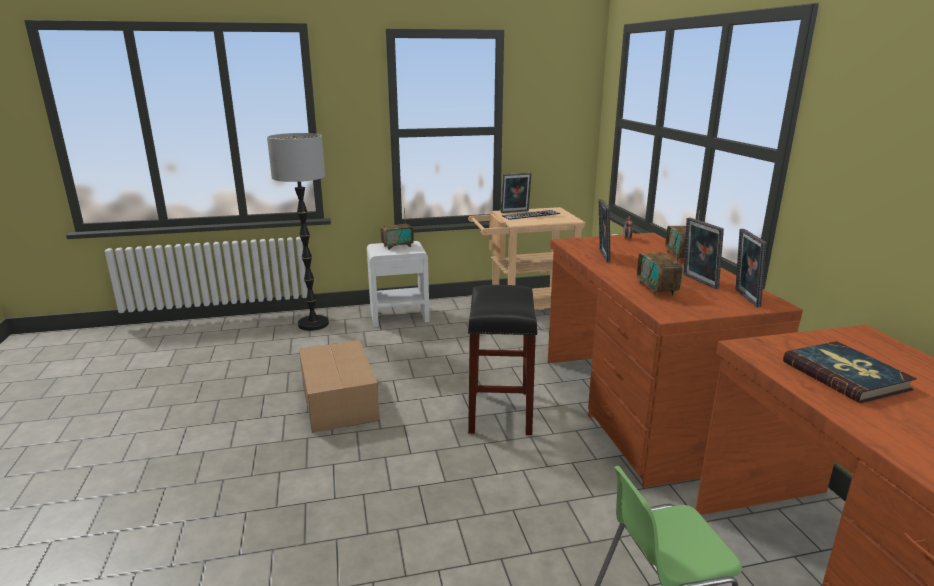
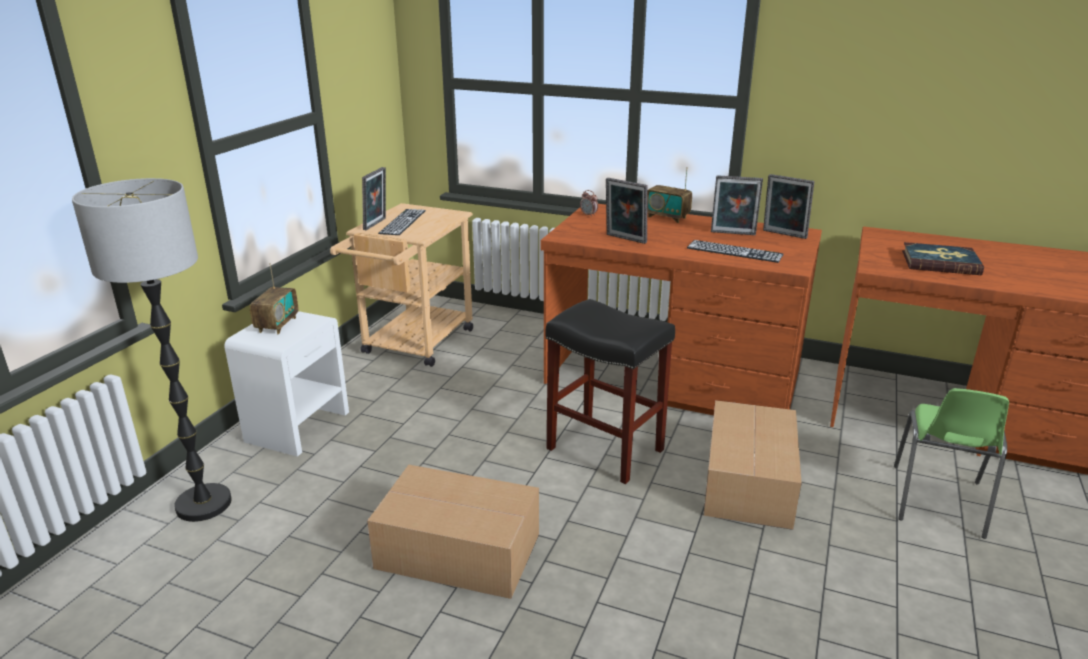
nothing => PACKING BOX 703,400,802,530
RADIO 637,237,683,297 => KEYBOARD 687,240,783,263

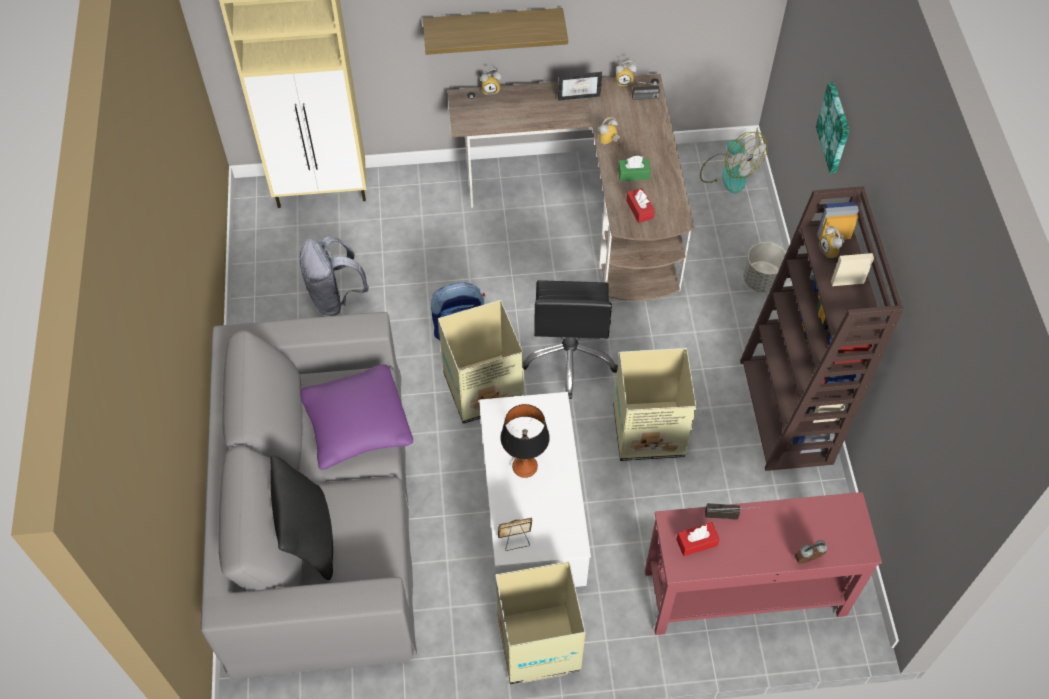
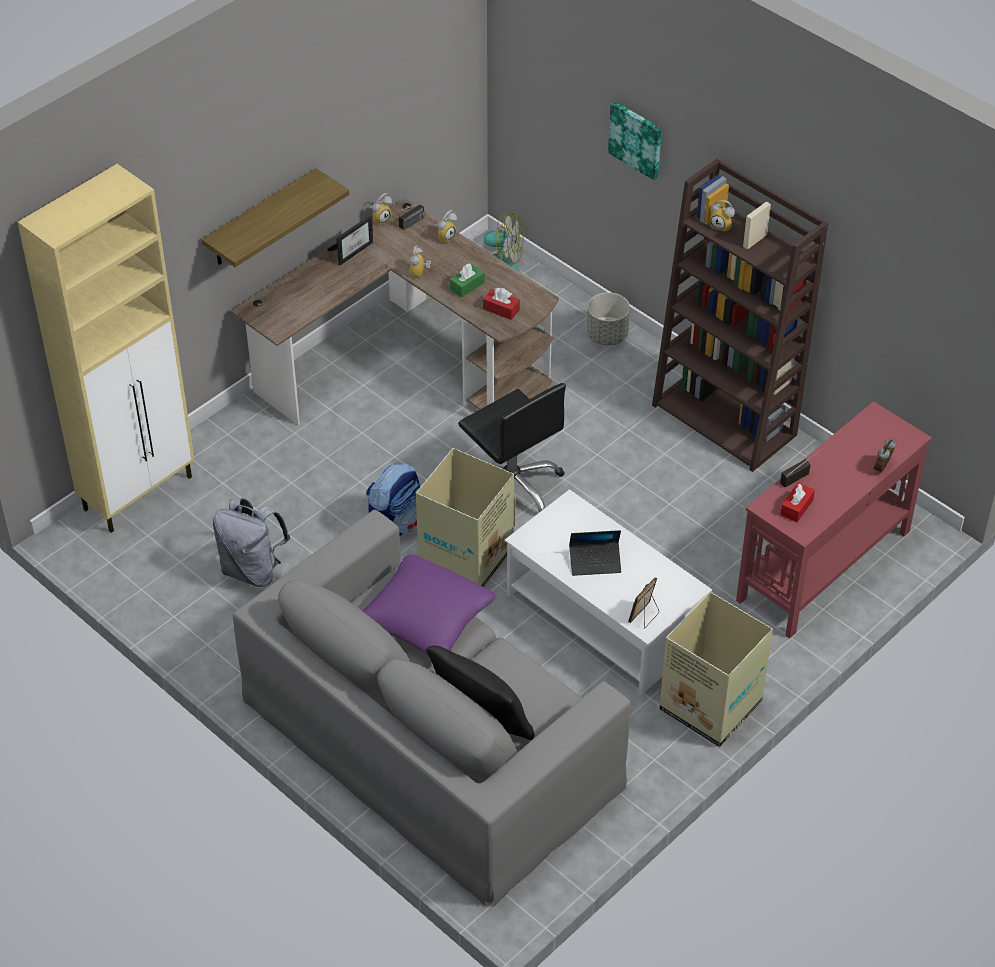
PACKING BOX 613,348,696,461 => nothing
BEDSIDE CLOCK 481,68,502,95 => BEDSIDE CLOCK 435,210,457,244, shifted
TABLE LAMP 500,404,550,478 => PORTABLE COMPUTER 569,530,621,576

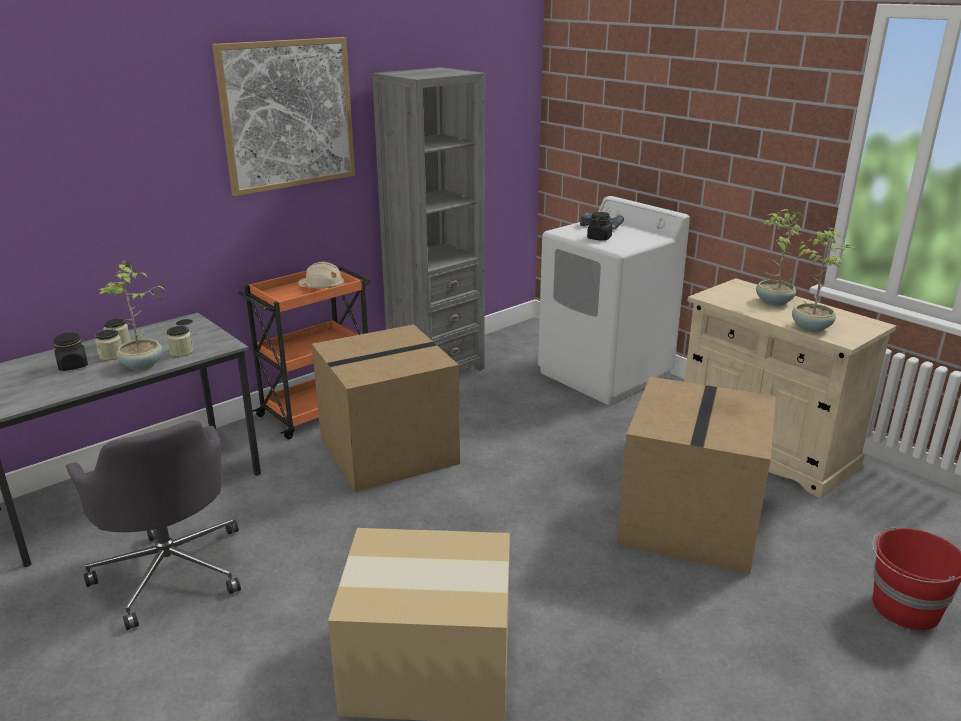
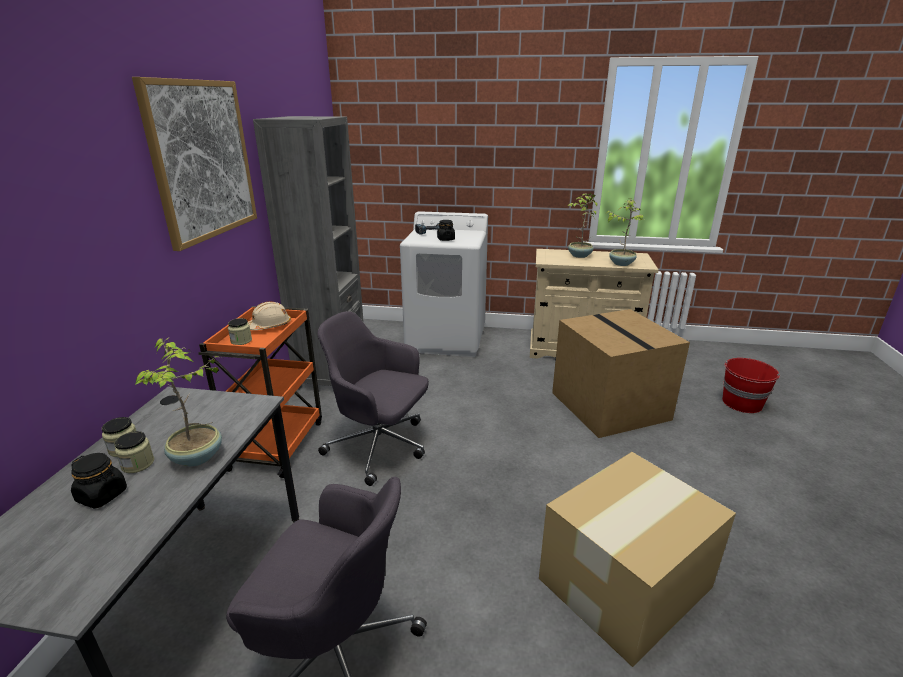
PRESERVE JAR 166,326,193,357 => PRESERVE JAR 228,318,252,345, shifted
PACKING BOX 312,324,460,492 => GREY COMPUTER CHAIR 318,311,429,486

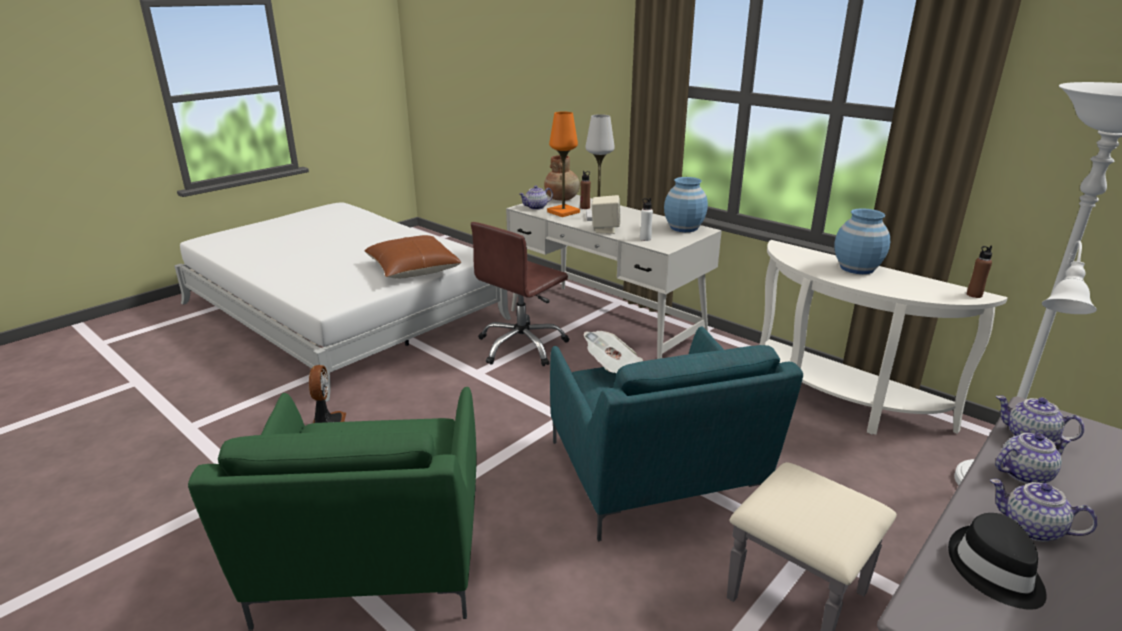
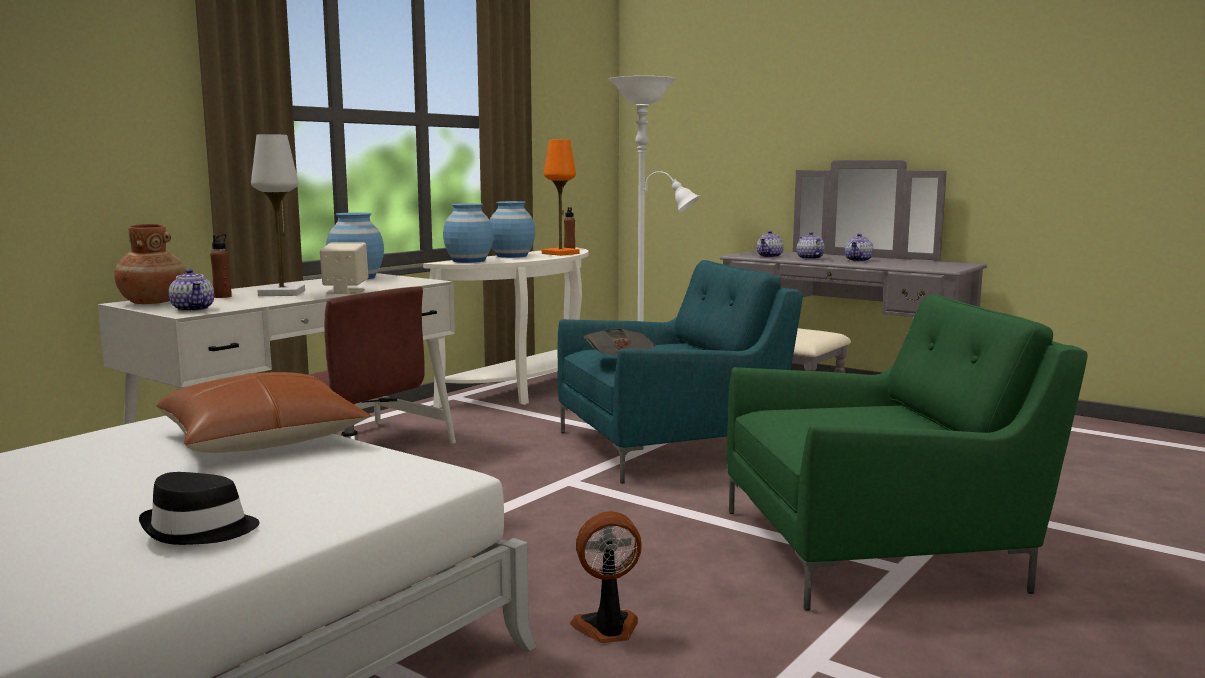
WHITE BOTTLE 640,198,653,241 => nothing
nothing => BLUE-COLOURED VASE 443,203,493,263
ORANGE-COLOURED TABLE LAMP 547,112,580,217 => ORANGE-COLOURED TABLE LAMP 542,139,579,256, shifted
BLACK-COLOURED CLOTHING HAT 948,513,1047,610 => BLACK-COLOURED CLOTHING HAT 139,472,259,545, shifted

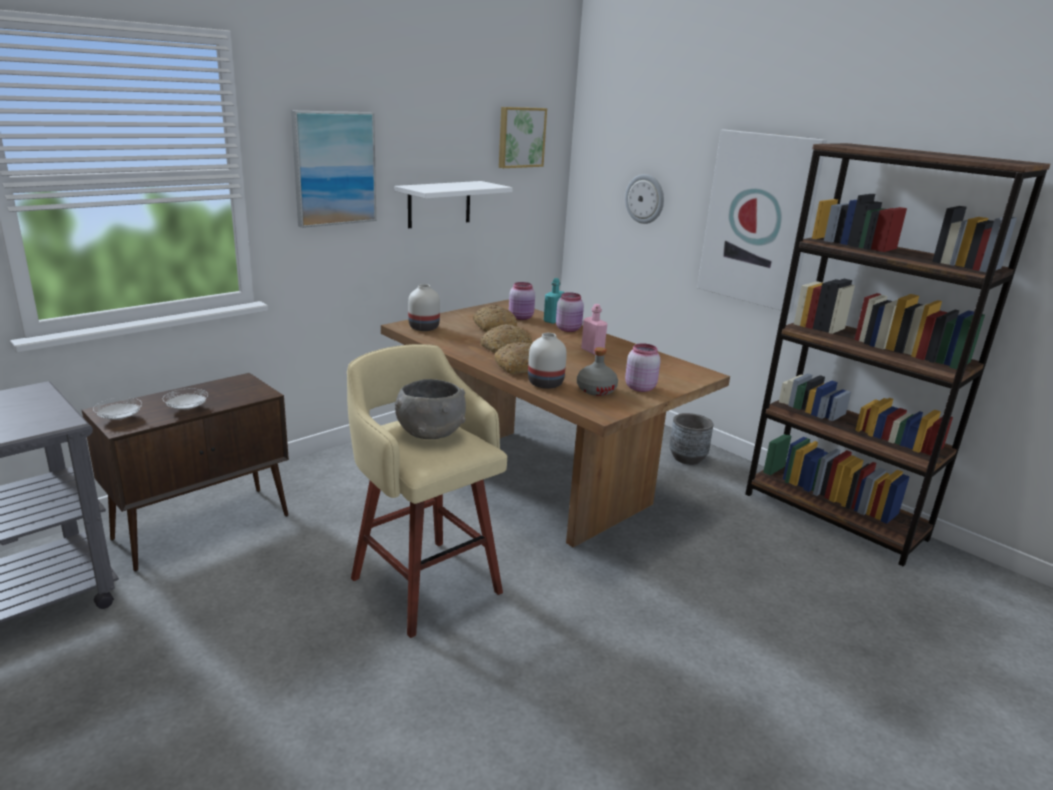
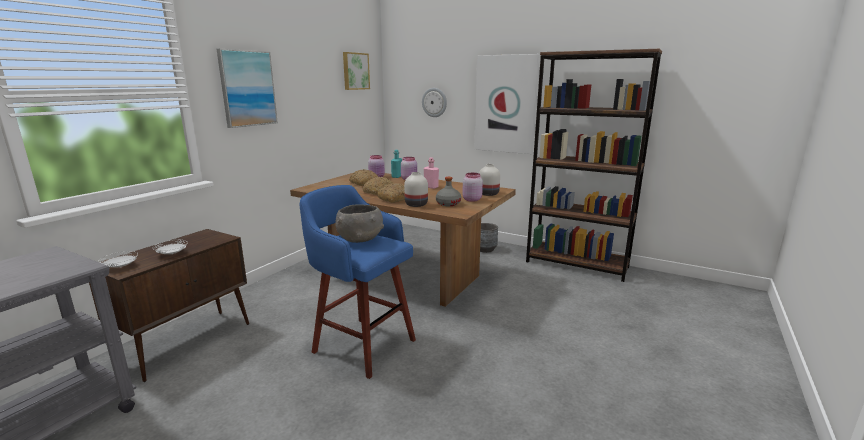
WHITE SHELF 395,181,513,228 => nothing
WHITE VASE 408,284,440,331 => WHITE VASE 479,164,500,196, shifted
SAND-COLOURED STOOL SEAT 347,344,507,638 => BLUE-COLOURED STOOL SEAT 300,185,416,379

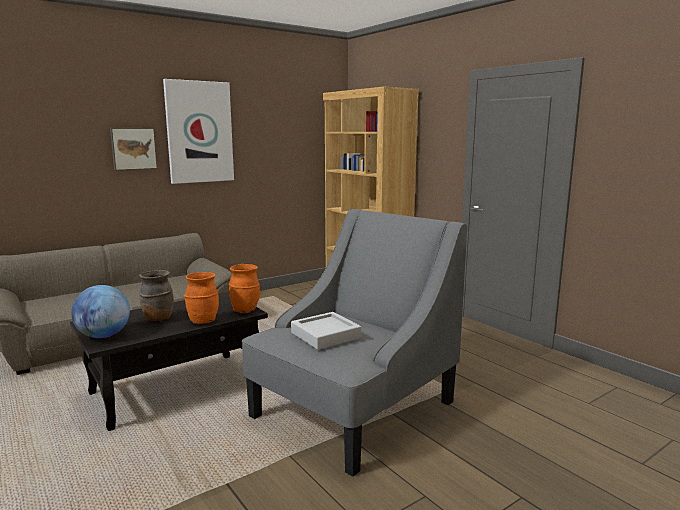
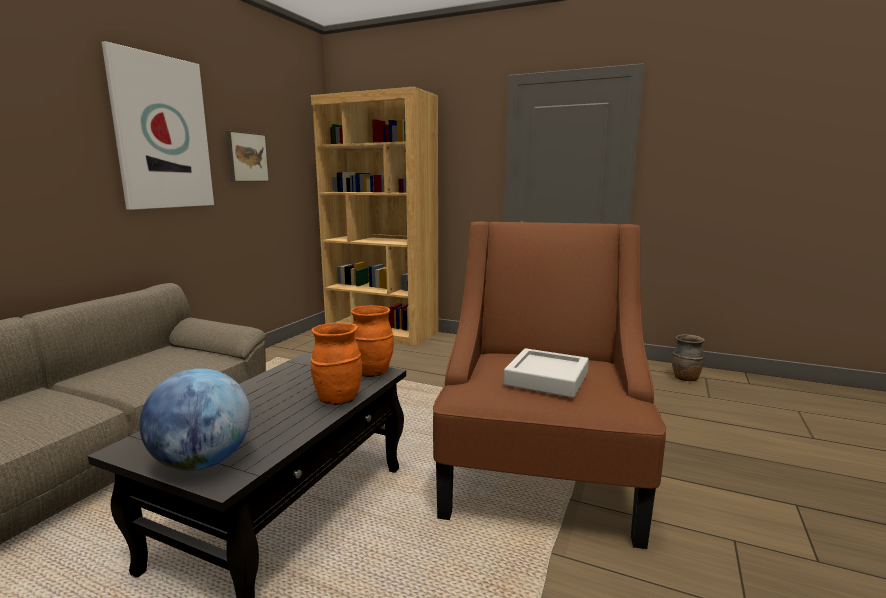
WALL PICTURE 110,128,158,170 => WALL PICTURE 225,131,269,182, shifted
BROWNISH VASE 139,270,174,322 => BROWNISH VASE 672,334,705,381, shifted
GREY EASY CHAIR 242,209,467,477 => BROWNISH EASY CHAIR 433,221,666,549

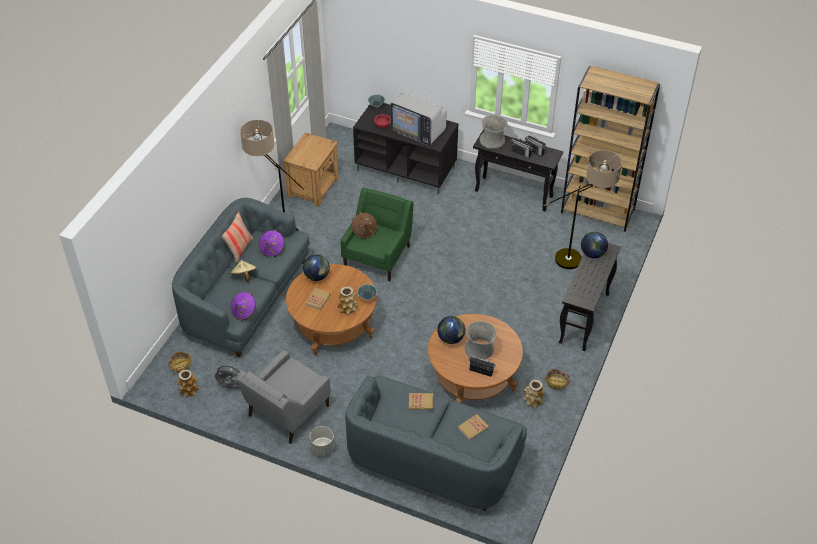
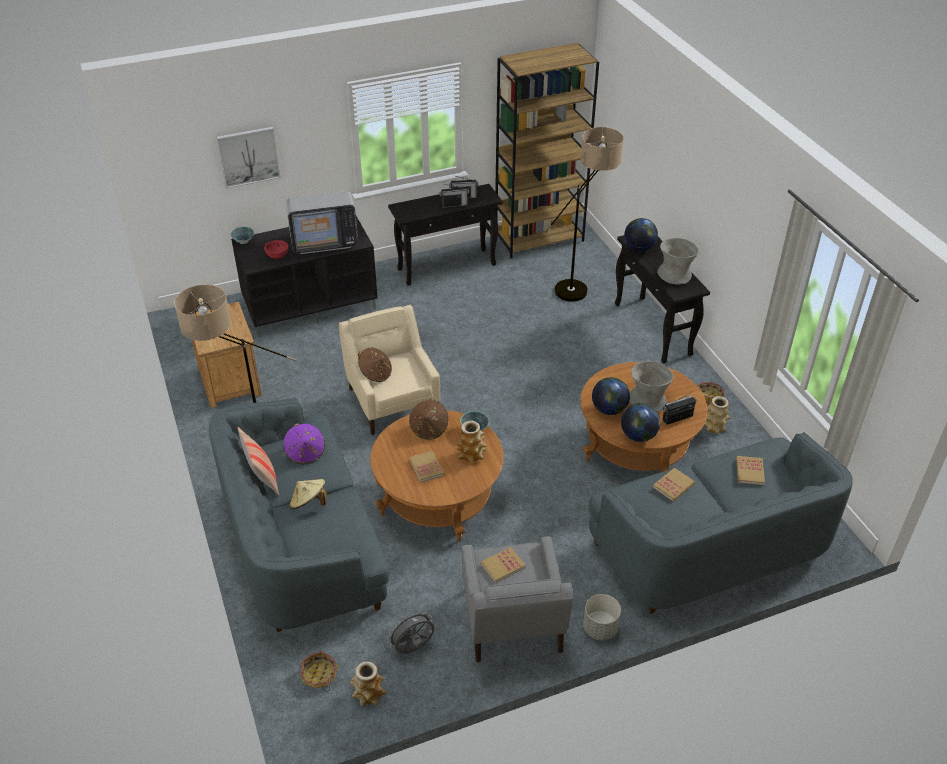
PURPLE CLOTHING HAT 231,292,256,320 => nothing
nothing => WALL PICTURE 216,127,281,189
nothing => BROWNISH CLOTHING HAT 409,399,448,440
nothing => VOLUME 481,547,526,583
DESK GLOBE 303,254,330,281 => DESK GLOBE 621,403,660,442, shifted
GREY VASE 480,115,508,149 => GREY VASE 657,238,699,285, shifted
GREEN-COLOURED EASY CHAIR 340,188,414,282 => SAND-COLOURED EASY CHAIR 339,305,441,435

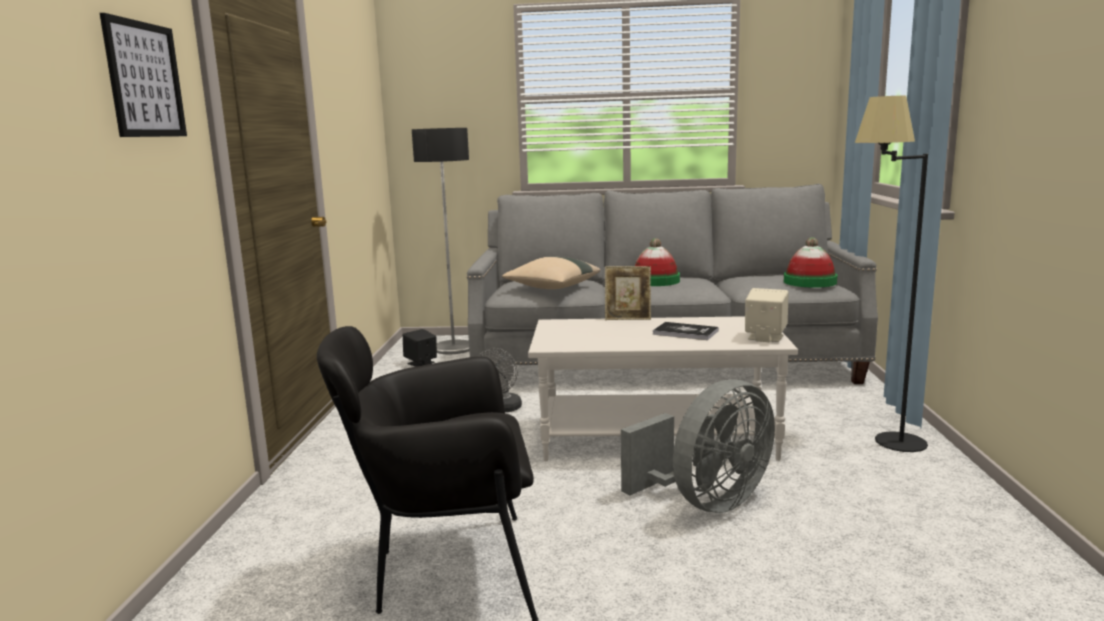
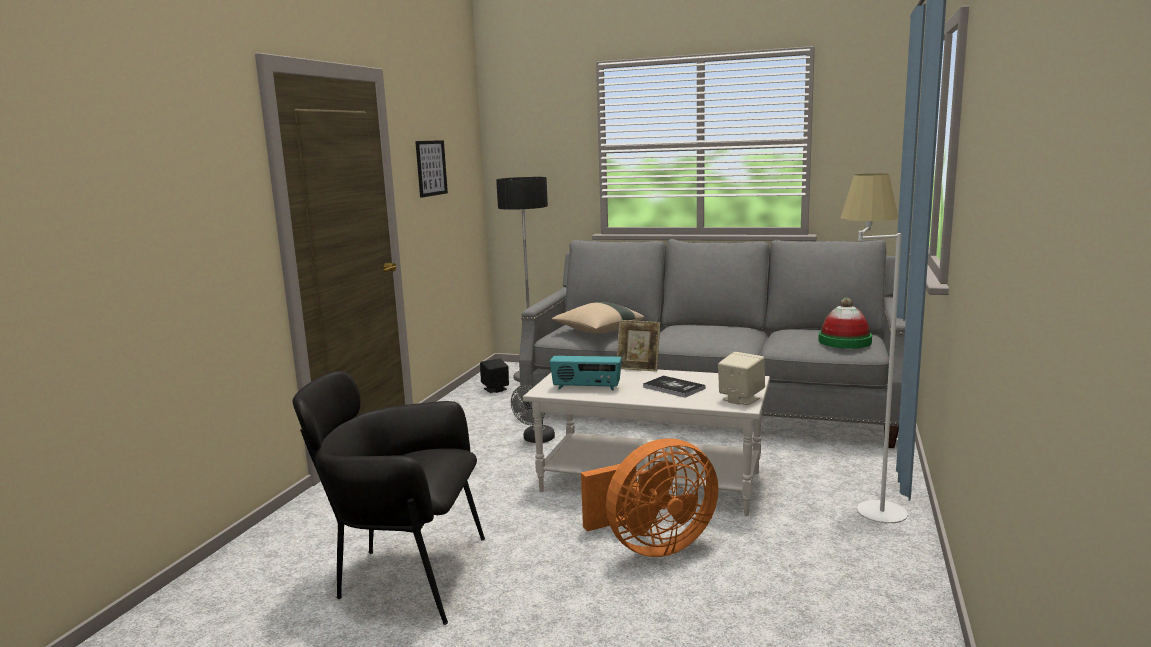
CLOTHING HAT 635,238,680,286 => nothing
nothing => RADIO 550,356,622,391
WALL PICTURE 100,13,187,137 => WALL PICTURE 415,140,448,198, shifted
GREY FAN 621,379,775,513 => ORANGE-COLOURED FAN 581,438,718,557
BLACK-COLOURED FLOOR LAMP 855,96,928,452 => WHITE FLOOR LAMP 841,174,908,523

